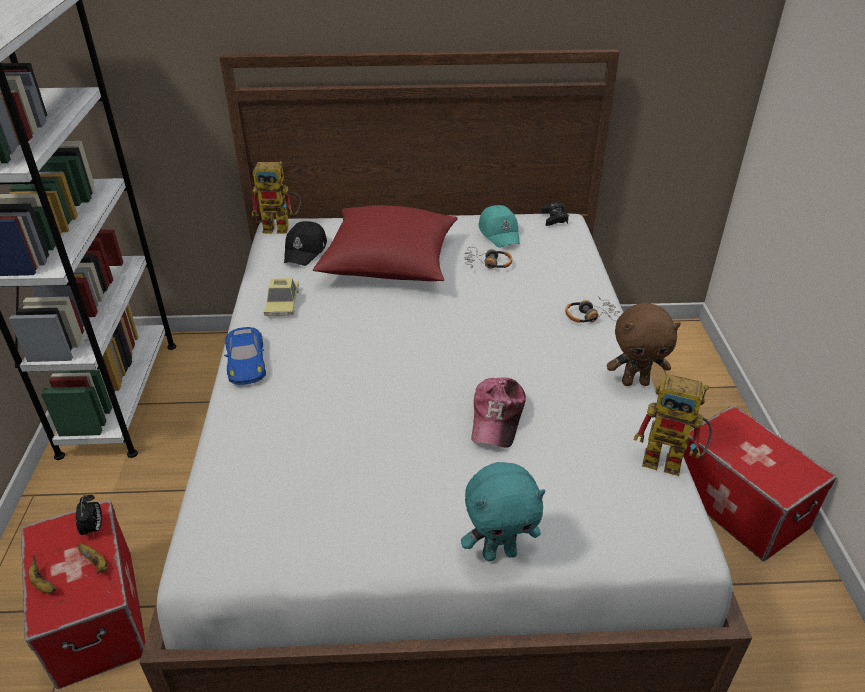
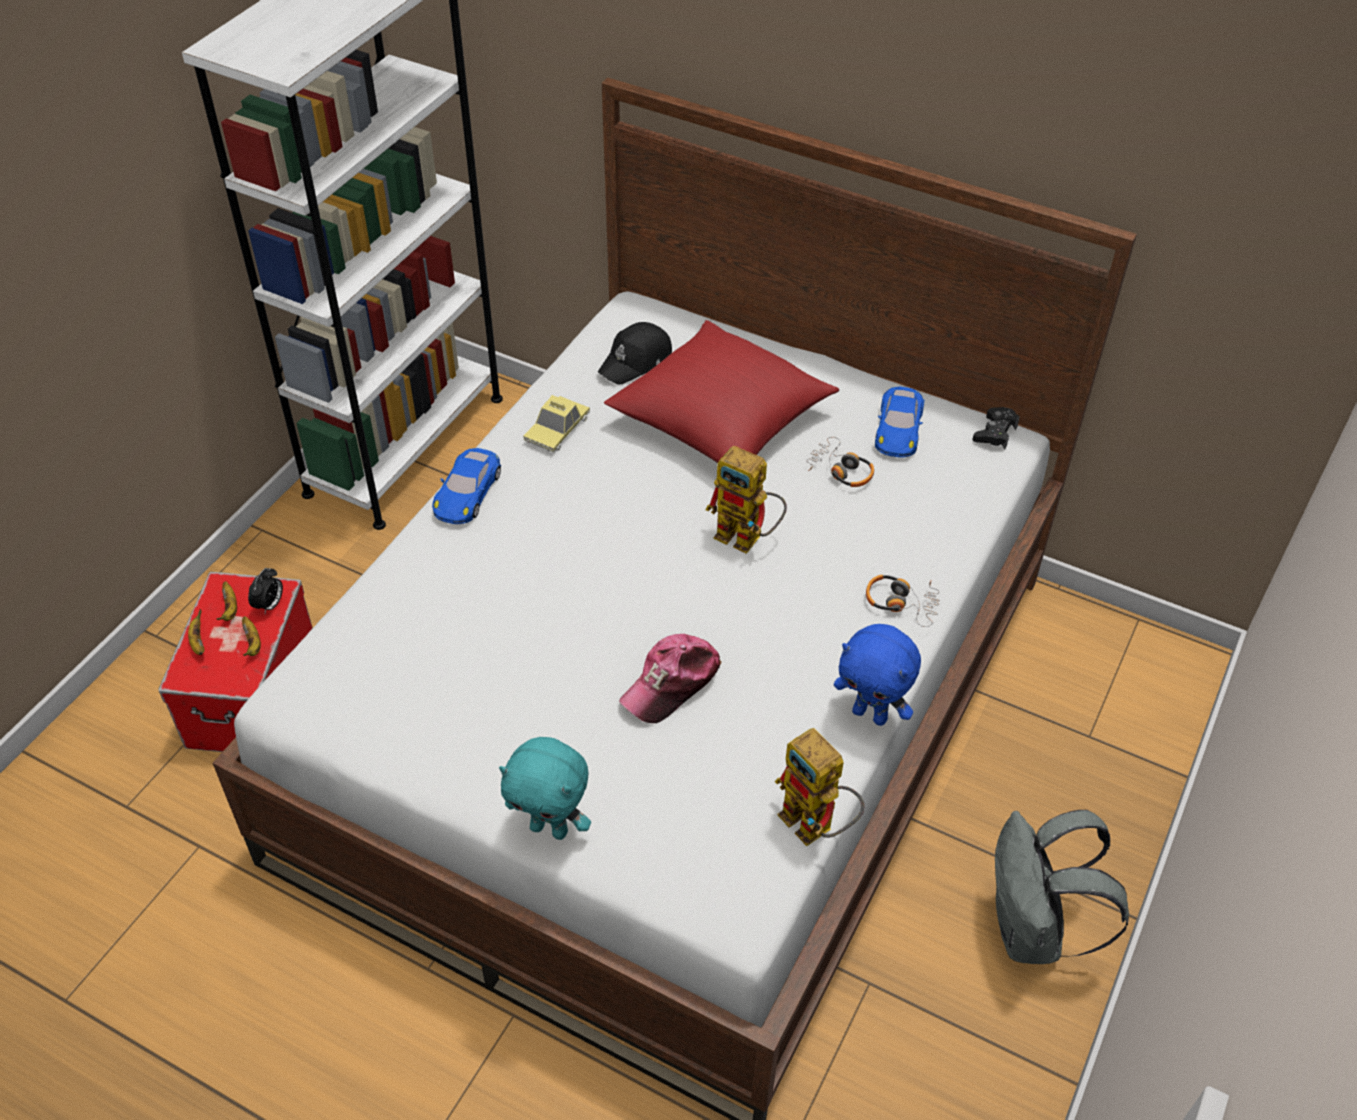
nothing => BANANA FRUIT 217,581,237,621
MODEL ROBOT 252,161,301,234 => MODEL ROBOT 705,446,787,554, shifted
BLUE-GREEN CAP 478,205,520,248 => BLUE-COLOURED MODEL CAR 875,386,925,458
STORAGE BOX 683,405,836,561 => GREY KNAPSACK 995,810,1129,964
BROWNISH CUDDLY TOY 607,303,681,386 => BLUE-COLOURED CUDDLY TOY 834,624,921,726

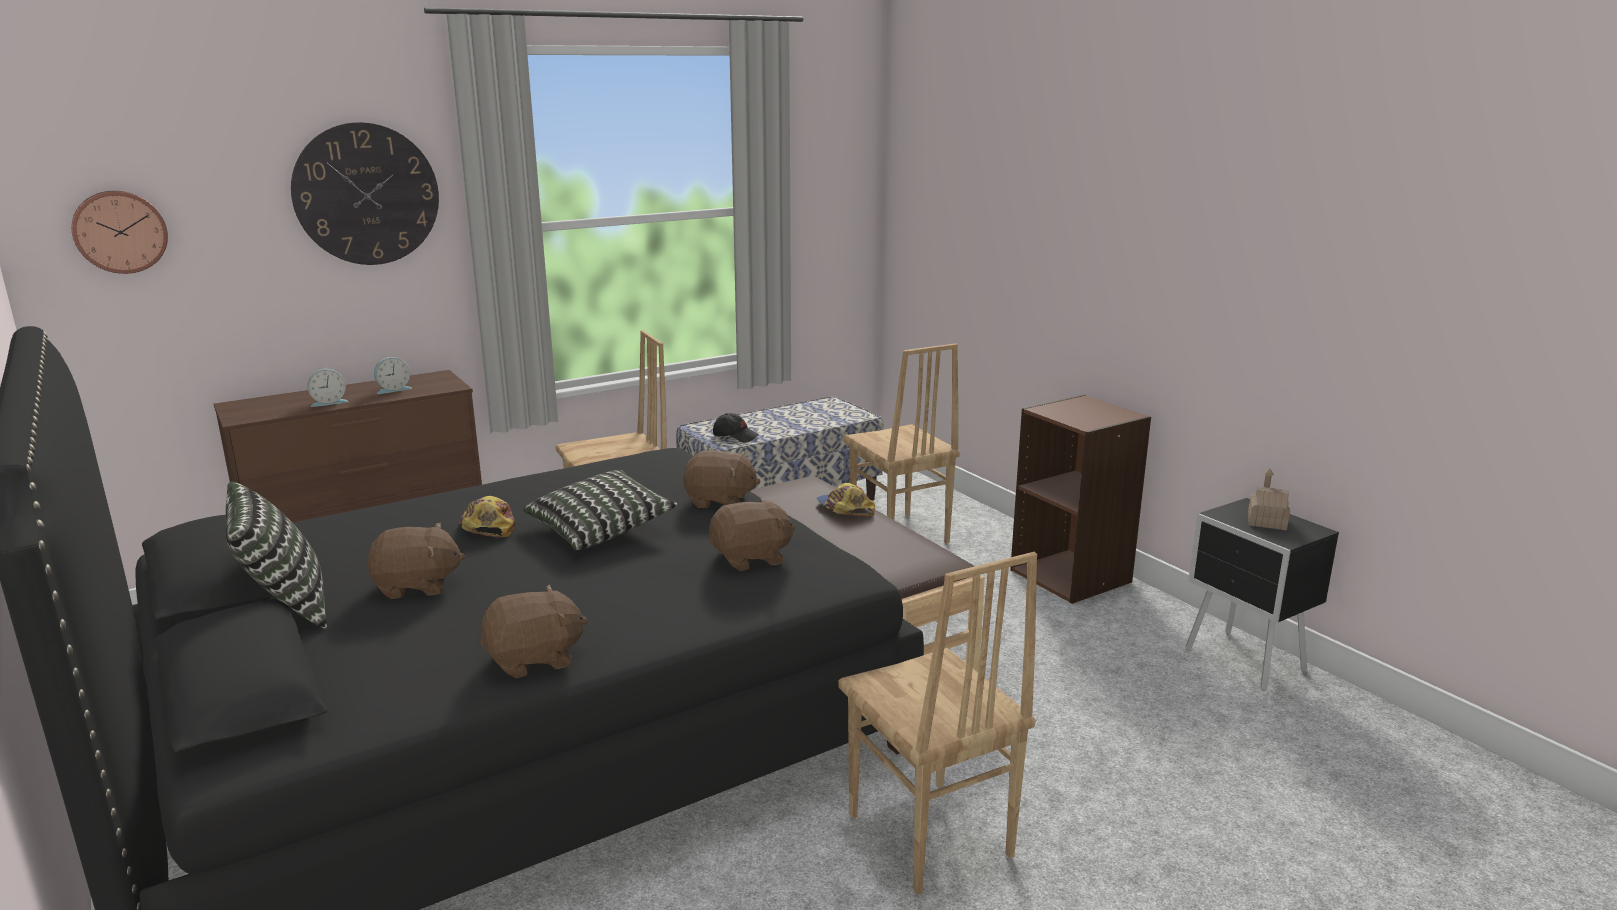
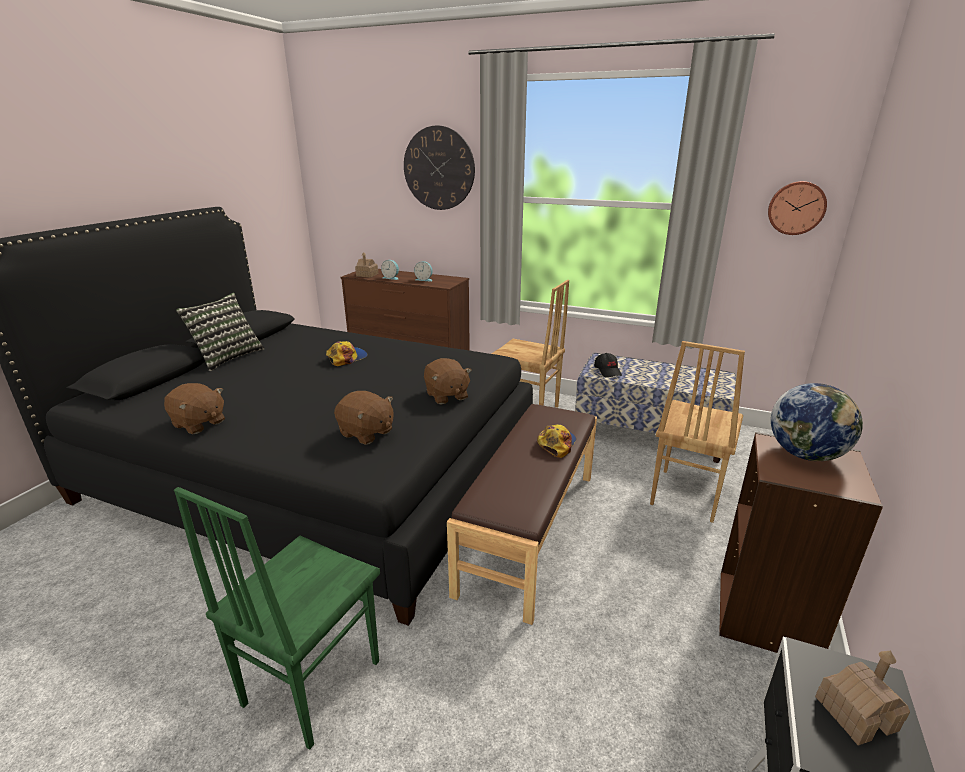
BROWNISH CUDDLY TOY 368,523,465,599 => nothing
CUSHION 523,470,677,550 => nothing
nothing => TOY HOUSE 355,252,378,278
nothing => DESK GLOBE 771,383,863,461
CLOCK ON THE WALL 72,191,168,274 => CLOCK ON THE WALL 768,181,827,235, shifted
BROWNISH CHAIR 838,552,1038,895 => GREEN-COLOURED CHAIR 174,487,380,750

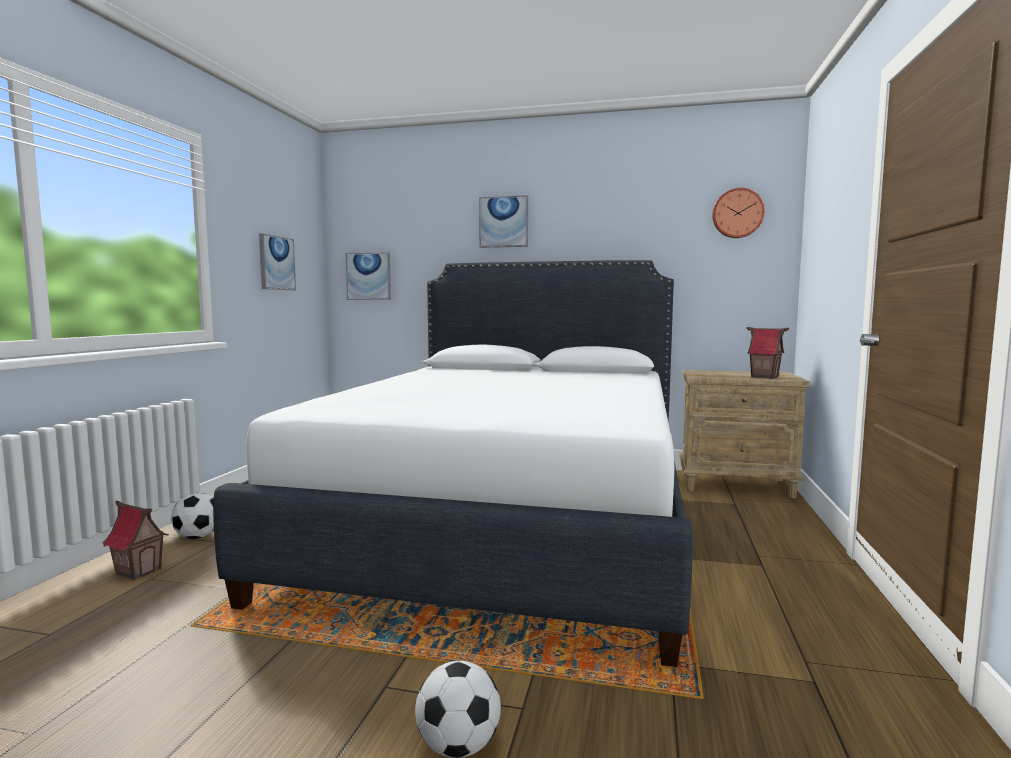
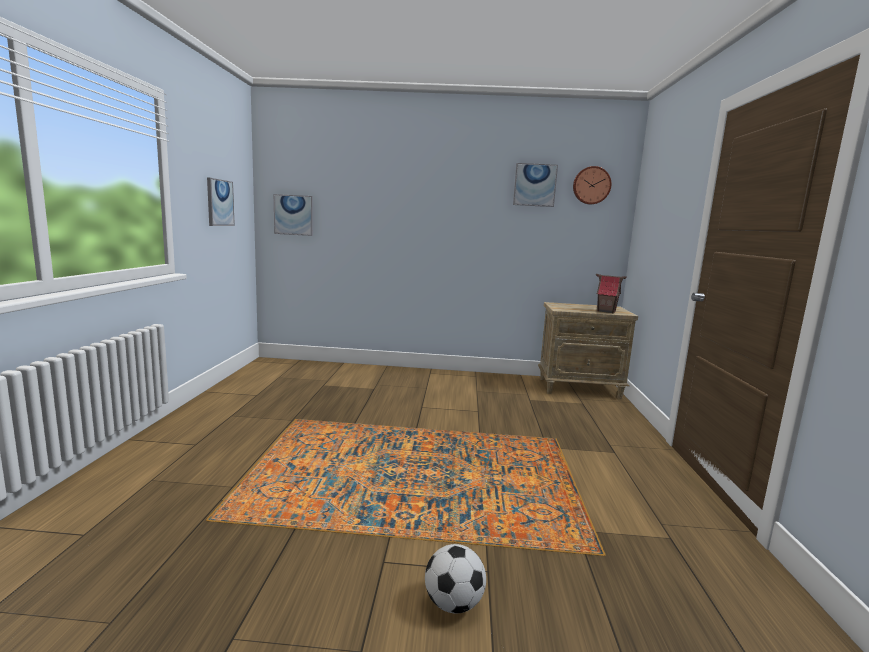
TOY HOUSE 102,501,169,580 => nothing
FOOTBALL 171,493,214,539 => nothing
WHITE SLEEPING BED 213,260,692,667 => nothing
WALL PICTURE 479,195,528,248 => WALL PICTURE 513,163,558,207, shifted

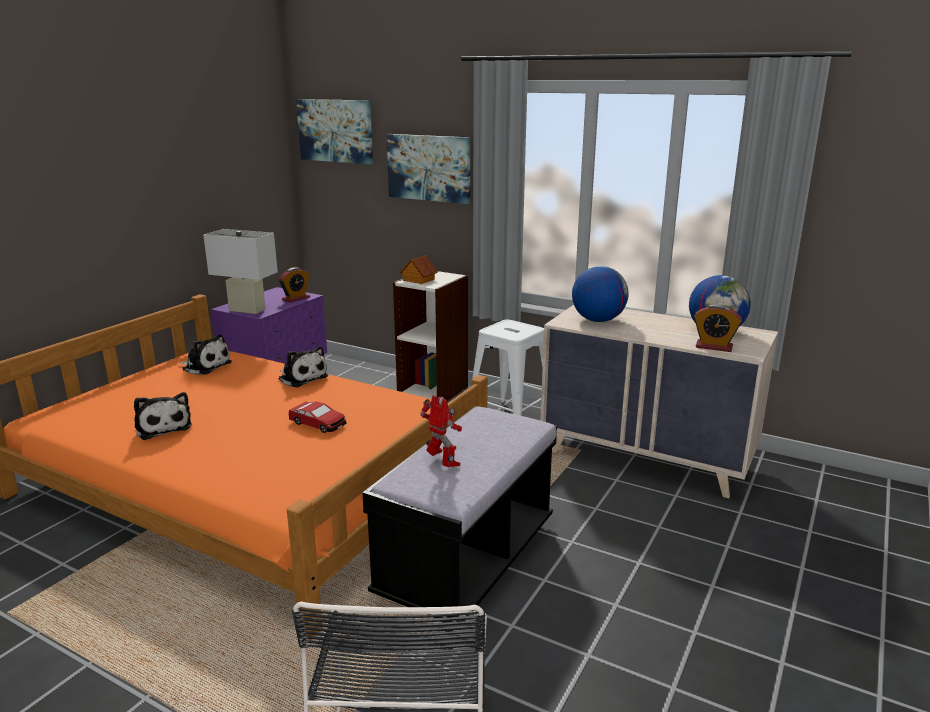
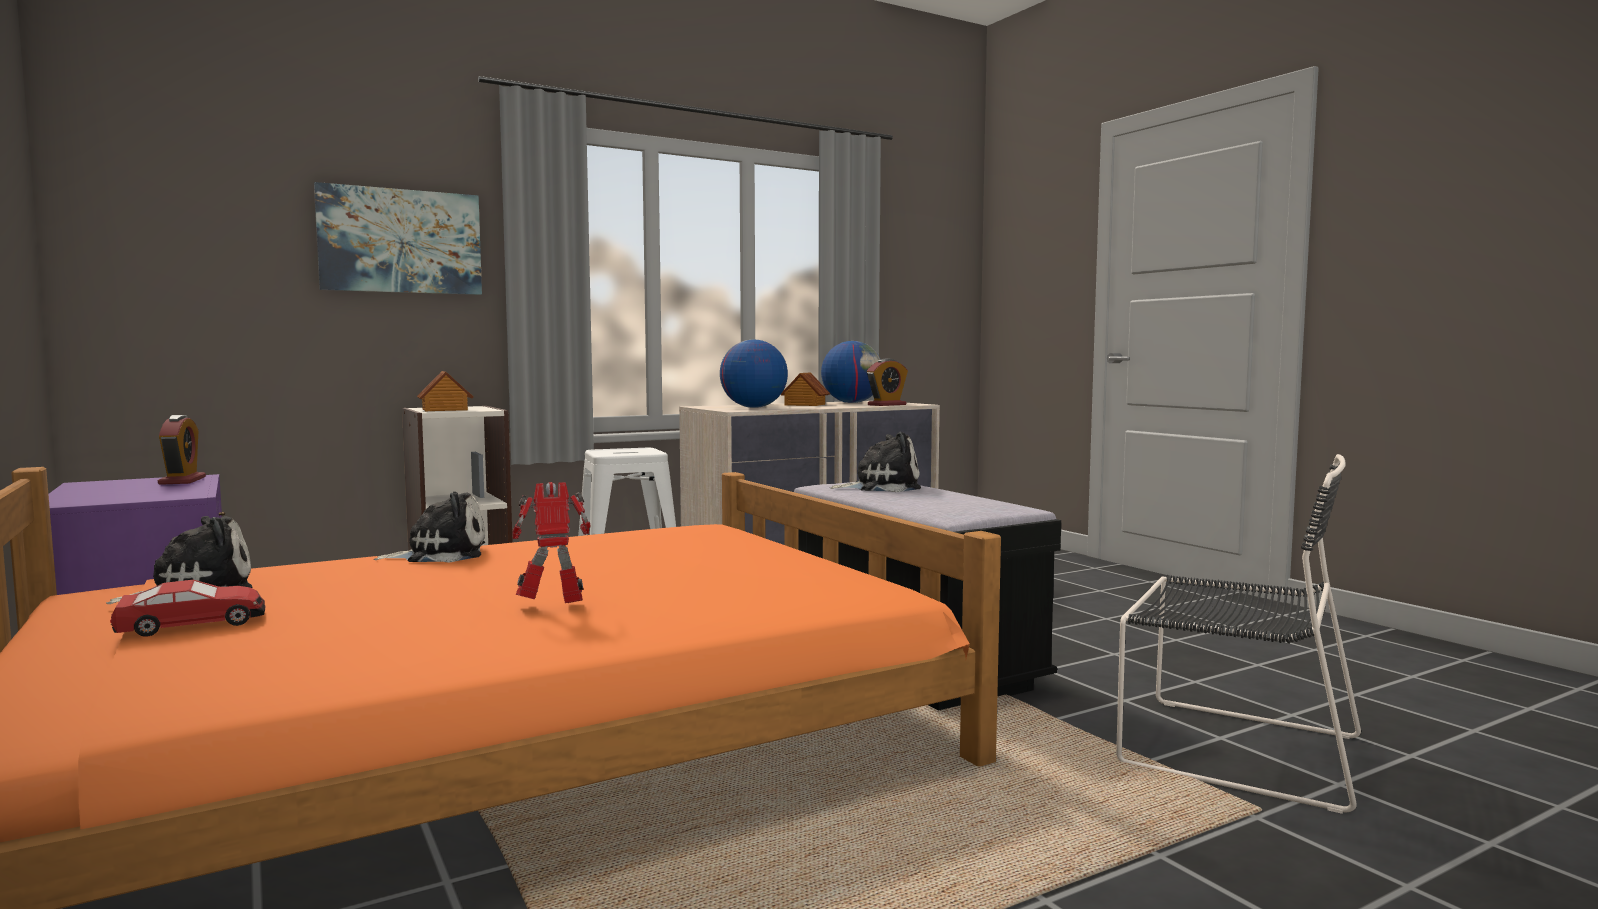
WHITE TABLE LAMP 203,229,278,314 => nothing
WALL PICTURE 296,99,373,164 => nothing
nothing => TOY HOUSE 781,372,830,406
CUDDLY TOY 134,392,192,440 => CUDDLY TOY 830,432,921,492, shifted
MODEL CAR 289,401,346,433 => MODEL CAR 110,580,266,637, shifted
MODEL ROBOT 420,395,462,467 => MODEL ROBOT 512,482,591,603, shifted

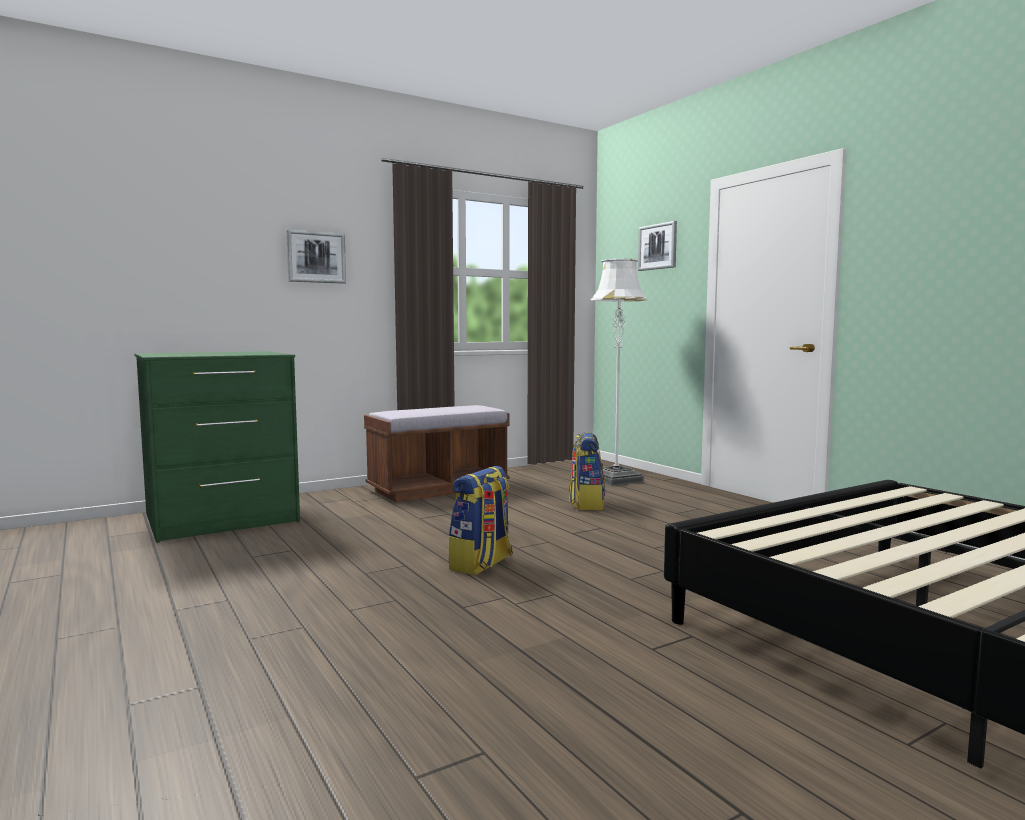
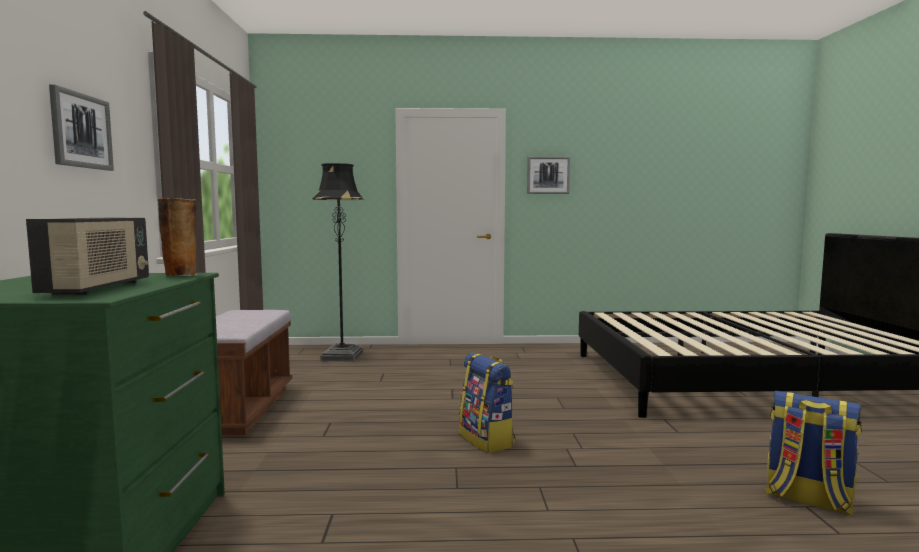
nothing => RADIO 26,218,149,295
nothing => VASE 157,198,197,276
KNAPSACK 569,432,606,510 => KNAPSACK 765,391,862,516, shifted
WALL PICTURE 638,221,677,271 => WALL PICTURE 527,156,570,194, shifted
WHITE FLOOR LAMP 591,259,648,486 => BLACK-COLOURED FLOOR LAMP 312,163,364,362

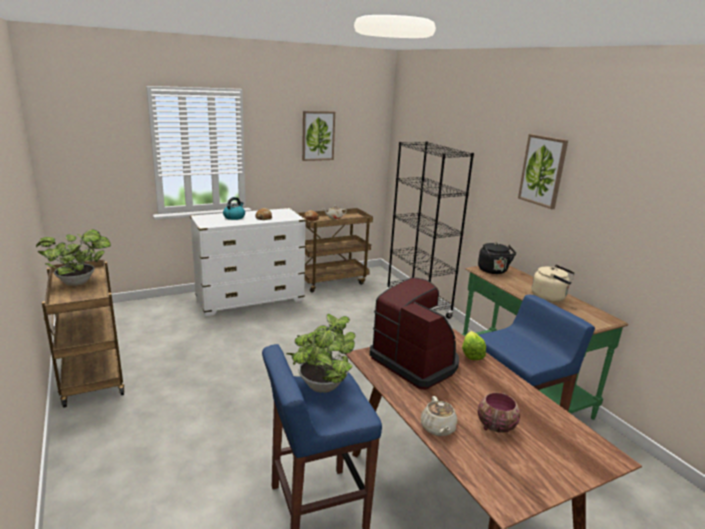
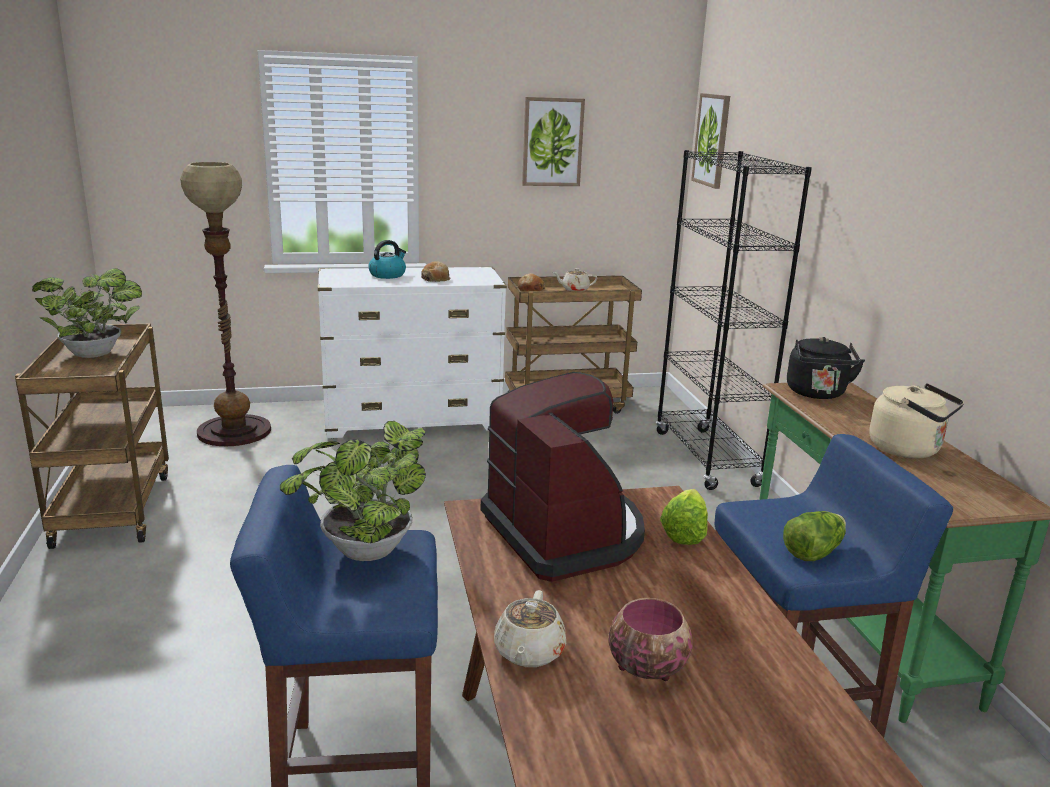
nothing => FLOOR LAMP 180,162,271,446
nothing => HEAD OF LETTUCE 783,511,846,561
WALL PICTURE 518,134,568,209 => WALL PICTURE 691,93,730,189, shifted

